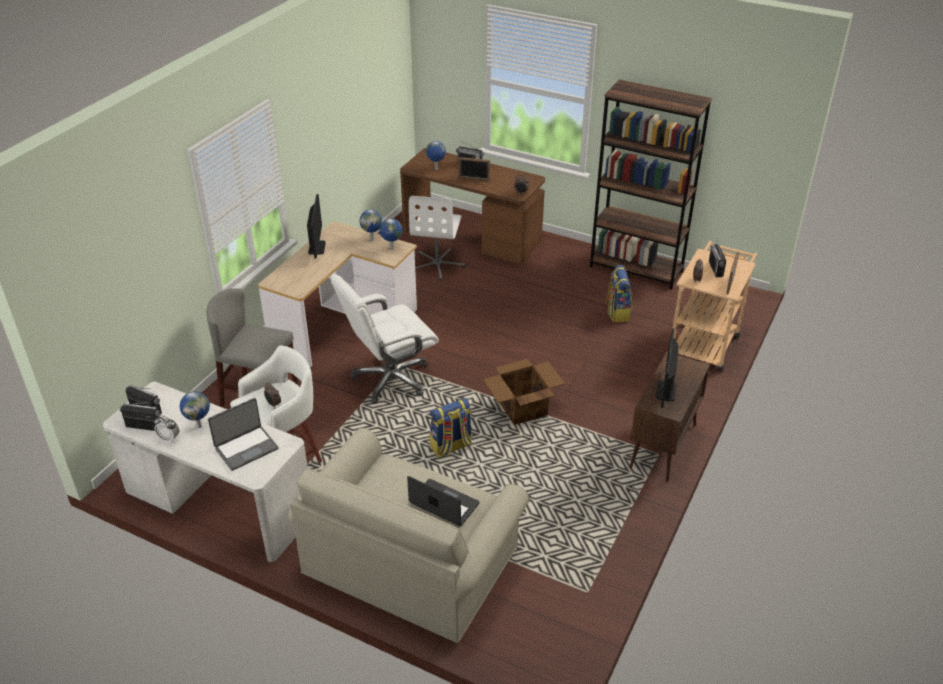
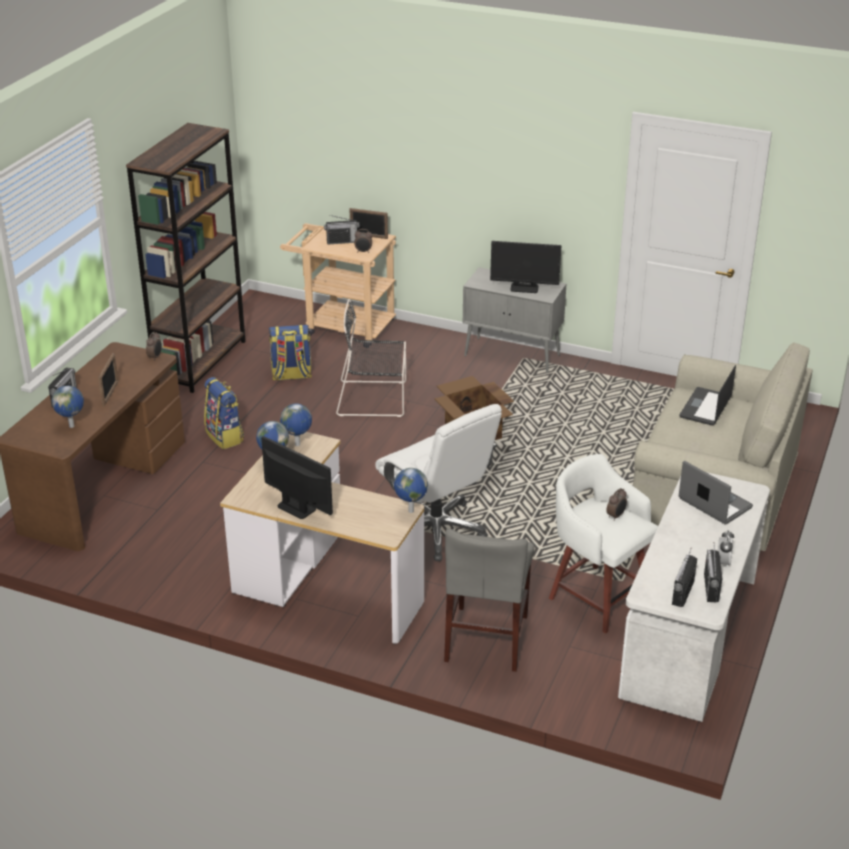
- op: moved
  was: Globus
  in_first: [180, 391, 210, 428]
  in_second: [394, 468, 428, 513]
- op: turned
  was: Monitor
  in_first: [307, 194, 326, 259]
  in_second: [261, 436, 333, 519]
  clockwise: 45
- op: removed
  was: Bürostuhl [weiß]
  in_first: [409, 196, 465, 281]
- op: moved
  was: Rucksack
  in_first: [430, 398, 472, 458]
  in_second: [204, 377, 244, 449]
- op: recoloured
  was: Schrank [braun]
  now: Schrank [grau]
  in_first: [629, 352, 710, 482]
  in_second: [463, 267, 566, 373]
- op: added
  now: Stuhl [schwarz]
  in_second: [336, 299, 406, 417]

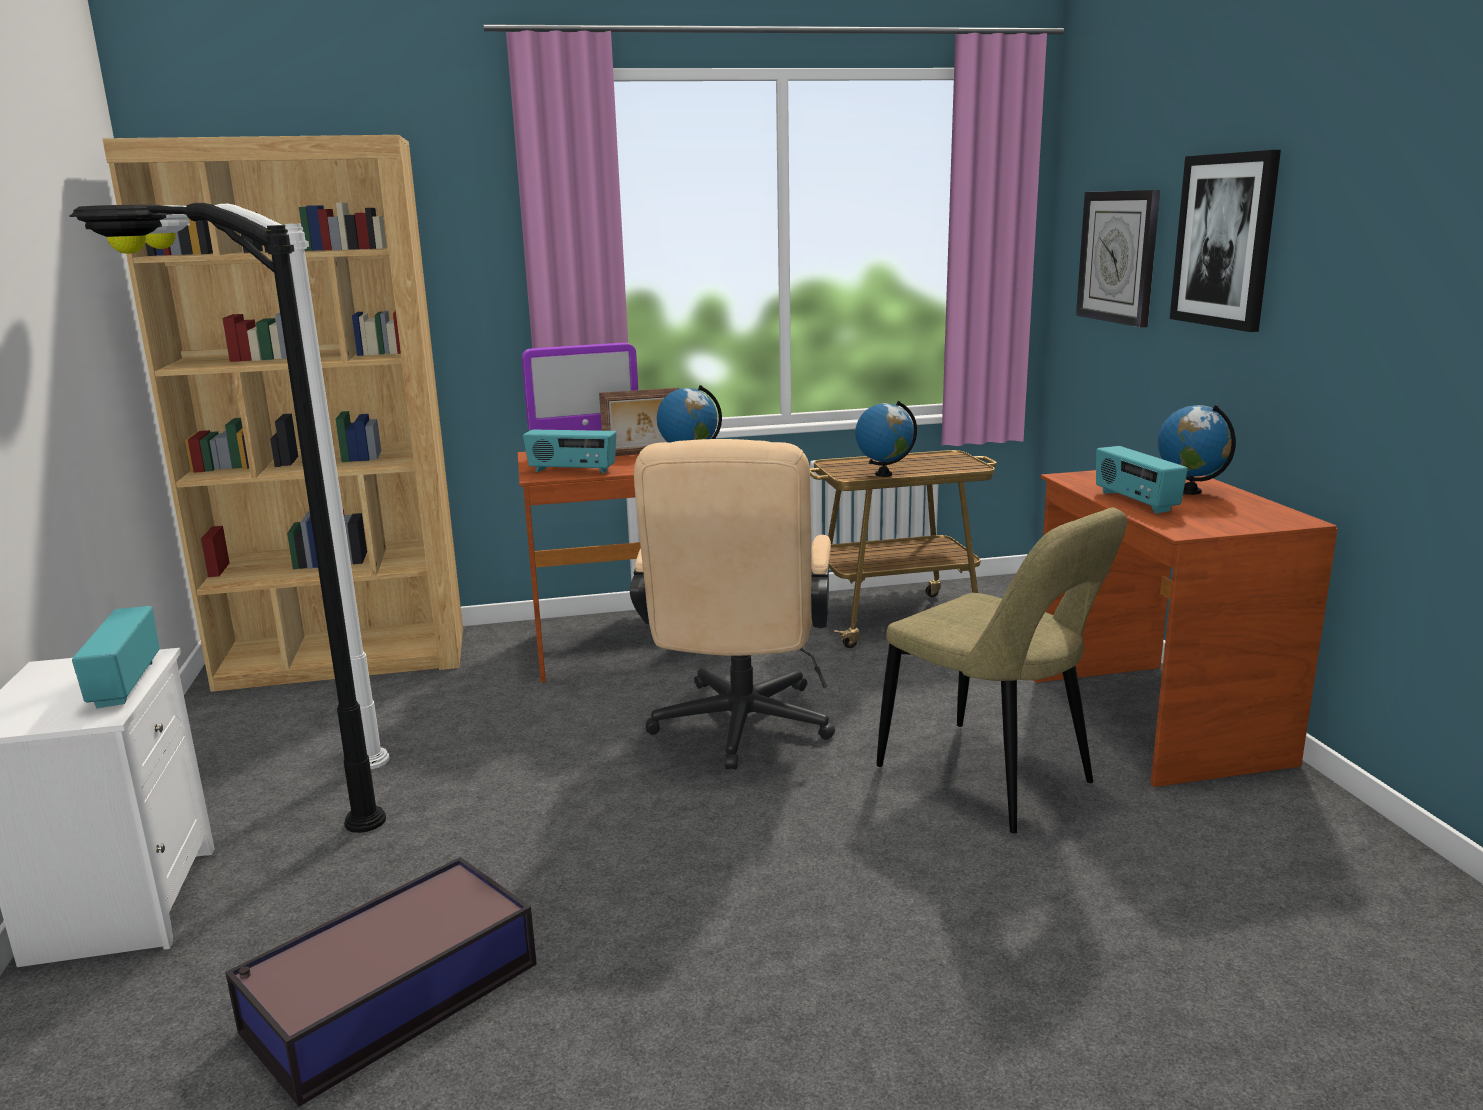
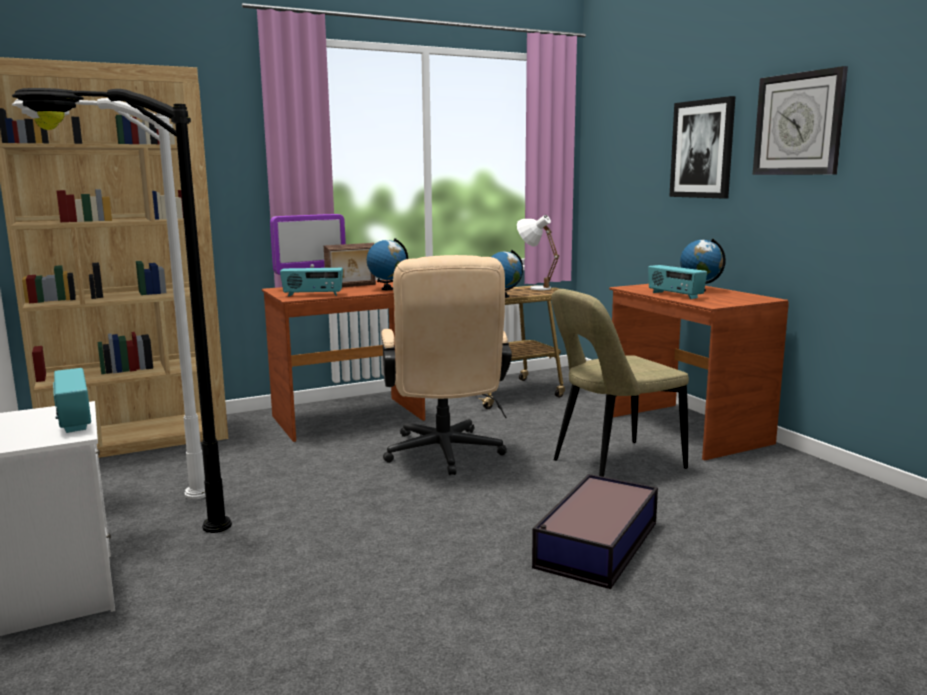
- op: moved
  was: Aufbewahrungsbox
  in_first: [225, 857, 537, 1107]
  in_second: [532, 474, 658, 589]
- op: turned
  was: Stuhl [beige]
  in_first: [876, 508, 1127, 834]
  in_second: [551, 289, 689, 477]
  clockwise: 120
- op: moved
  was: Wanduhr
  in_first: [1076, 190, 1160, 327]
  in_second: [753, 66, 848, 175]
- op: added
  now: Tischlampe [weiß]
  in_second: [517, 215, 559, 290]

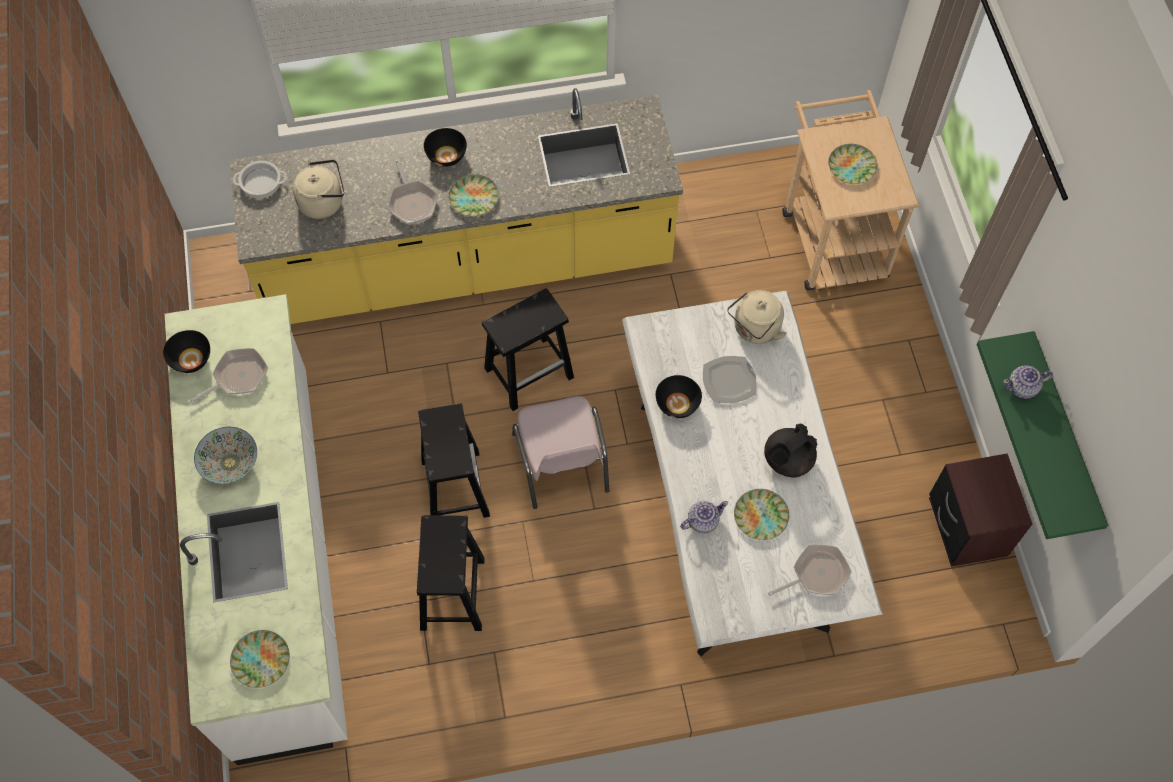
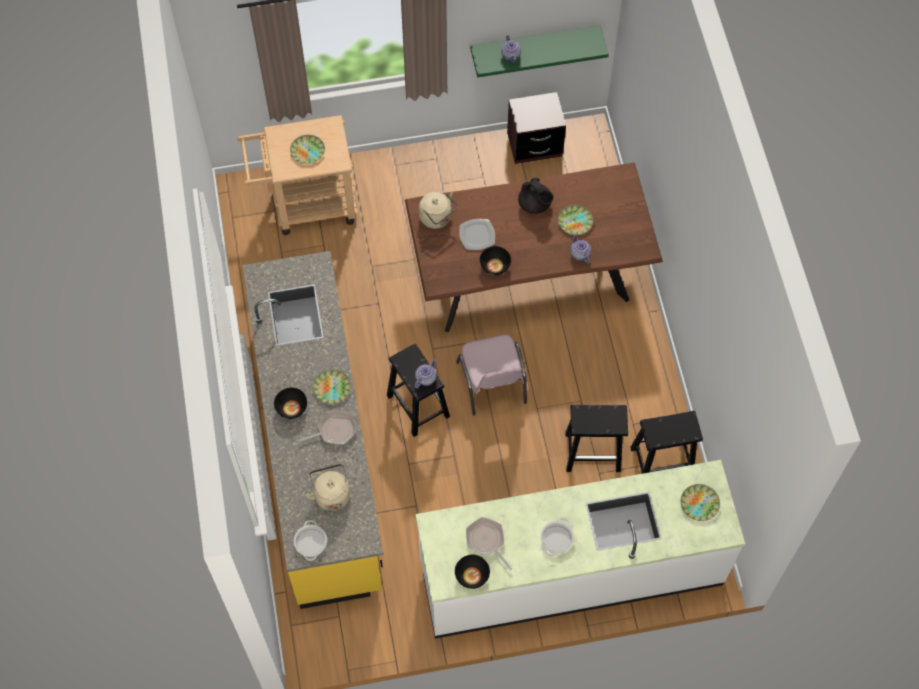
- op: replaced
  was: Schüssel
  now: Kochtopf
  in_first: [194, 427, 257, 484]
  in_second: [541, 518, 574, 557]
- op: moved
  was: Hocker [schwarz]
  in_first: [418, 403, 490, 518]
  in_second: [630, 411, 703, 474]
- op: turned
  was: Stuhl [rosa]
  in_first: [512, 396, 609, 509]
  in_second: [456, 335, 527, 415]
  clockwise: 90
- op: recoloured
  was: Esstisch [weiß]
  now: Esstisch [braun]
  in_first: [622, 291, 883, 657]
  in_second: [405, 162, 663, 332]
- op: removed
  was: Pfanne
  in_first: [768, 544, 852, 596]
- op: added
  now: Teekanne
  in_second: [414, 359, 437, 388]

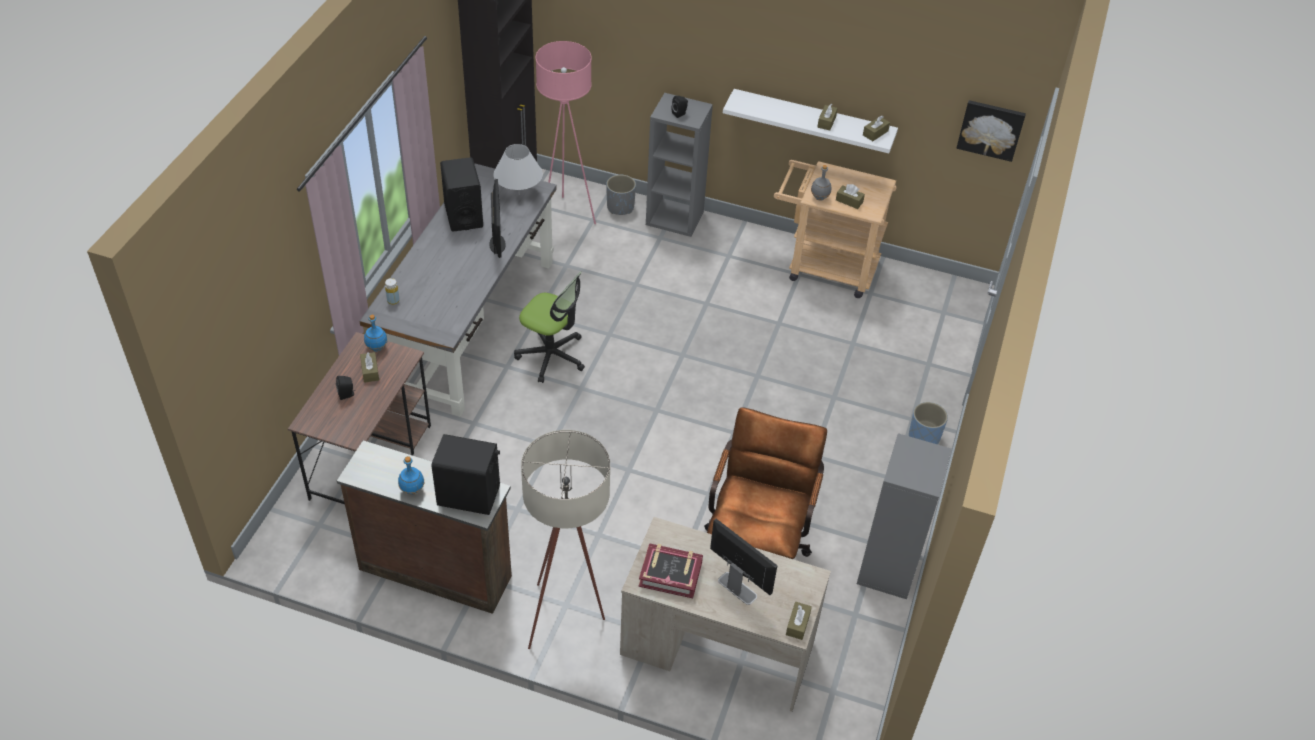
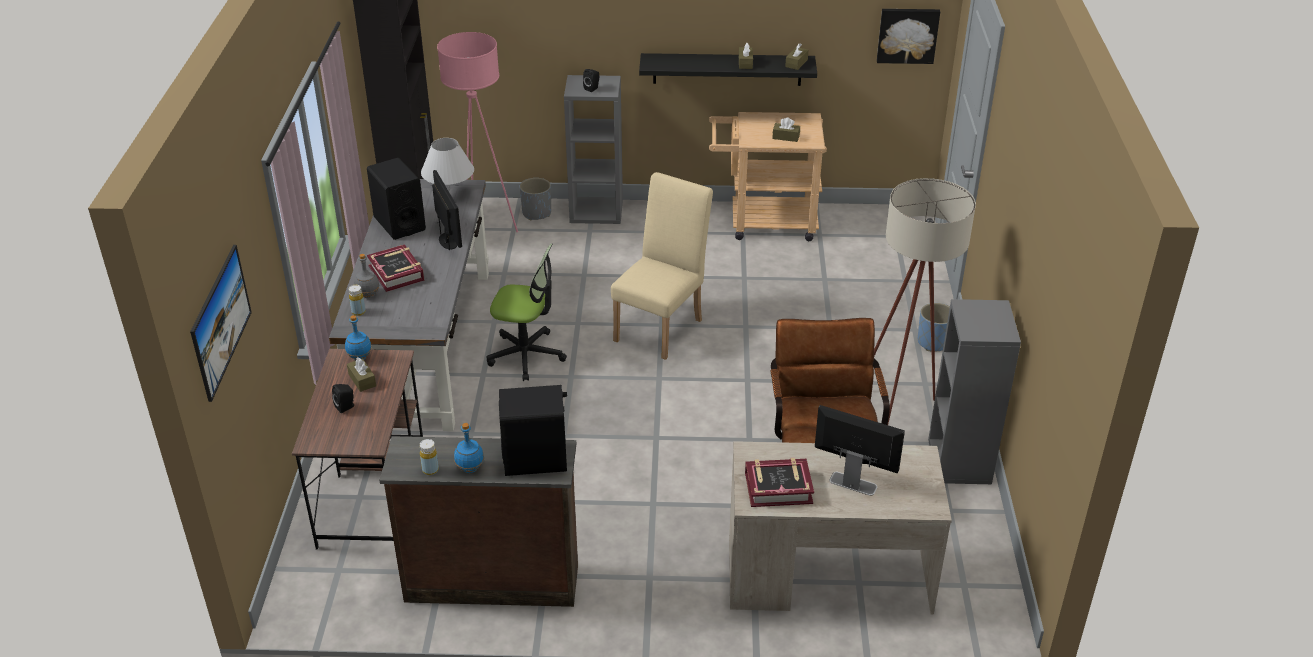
- op: moved
  was: Stehlampe [beige]
  in_first: [521, 430, 610, 649]
  in_second: [874, 178, 976, 425]
- op: recoloured
  was: Wandregal [weiß]
  now: Wandregal [schwarz]
  in_first: [723, 89, 898, 153]
  in_second: [639, 53, 817, 86]
- op: removed
  was: Taschentuchbox [braun]
  in_first: [786, 602, 812, 640]
- op: moved
  was: Flasche [grau]
  in_first: [811, 165, 832, 201]
  in_second: [354, 254, 379, 298]
- op: added
  now: Bild
  in_second: [190, 245, 252, 402]
- op: added
  now: Buch
  in_second: [367, 244, 424, 292]
- op: added
  now: Flasche [gelb]
  in_second: [420, 439, 439, 475]
- op: added
  now: Stuhl [beige]
  in_second: [611, 172, 713, 360]

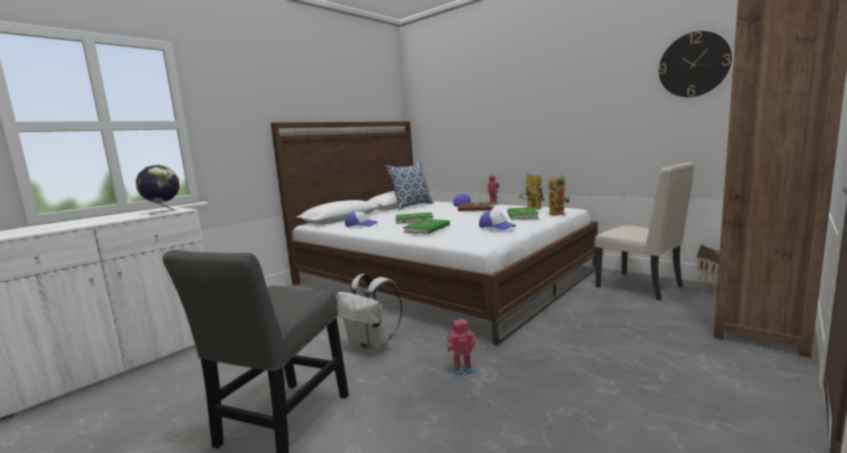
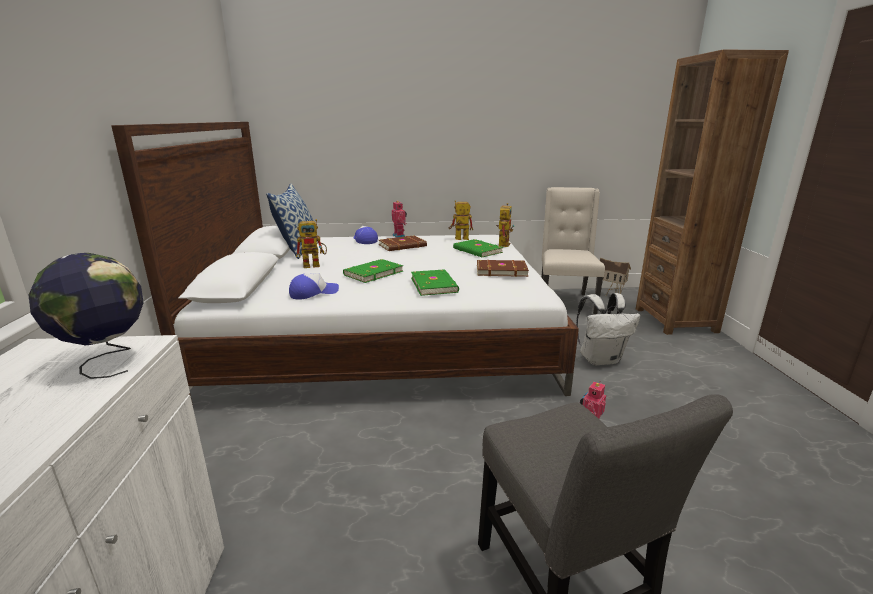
- op: moved
  was: Rucksack [weiß]
  in_first: [337, 274, 402, 354]
  in_second: [576, 293, 640, 366]
- op: replaced
  was: Kappe
  now: Buch [braun]
  in_first: [479, 211, 516, 230]
  in_second: [477, 260, 529, 277]
- op: turned
  was: Stuhl [beige]
  in_first: [594, 162, 695, 301]
  in_second: [541, 187, 605, 315]
  clockwise: -90
- op: removed
  was: Wanduhr
  in_first: [659, 31, 732, 97]
- op: added
  now: Spielzeugroboter
  in_second: [296, 219, 327, 268]

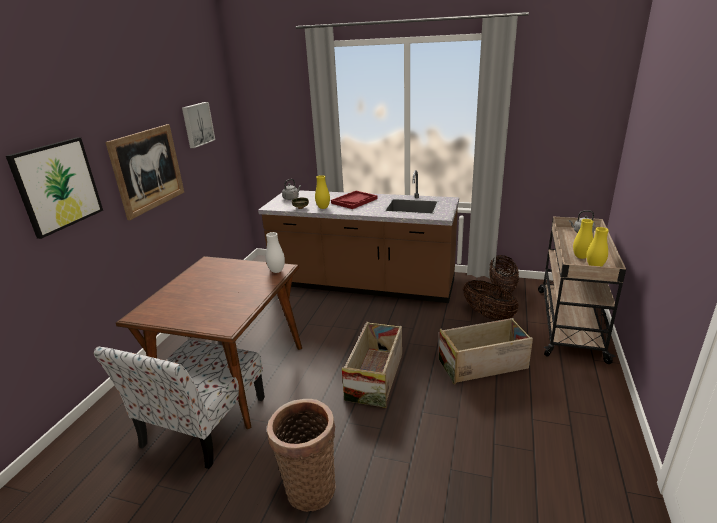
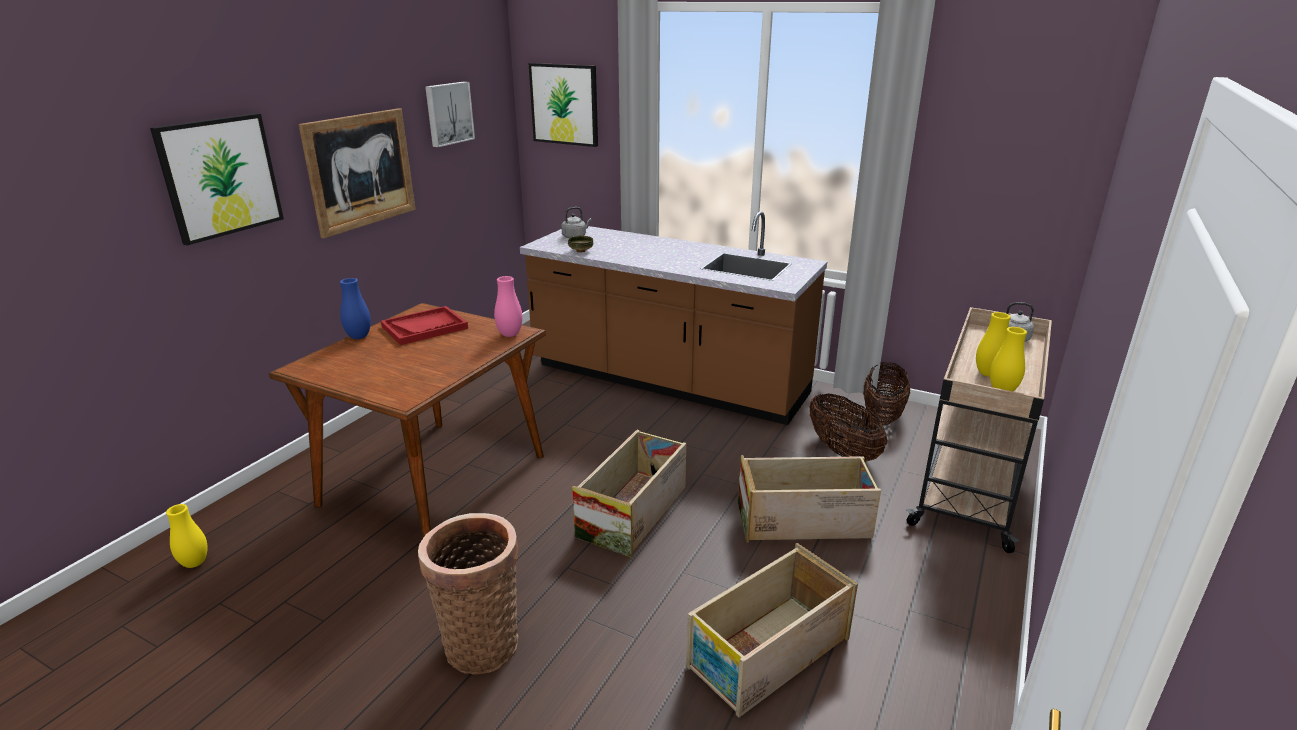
- op: removed
  was: Stuhl
  in_first: [94, 339, 265, 469]
- op: recoloured
  was: Vase [weiß]
  now: Vase [rosa]
  in_first: [266, 232, 285, 273]
  in_second: [494, 276, 523, 337]
- op: moved
  was: Vase [gelb]
  in_first: [315, 175, 330, 209]
  in_second: [166, 504, 208, 568]
- op: moved
  was: Tablett [rot]
  in_first: [331, 191, 378, 209]
  in_second: [381, 306, 468, 345]
- op: added
  now: Vase [blau]
  in_second: [340, 278, 371, 339]
- op: added
  now: Bild
  in_second: [529, 63, 598, 147]
- op: added
  now: Kiste
  in_second: [686, 543, 858, 717]

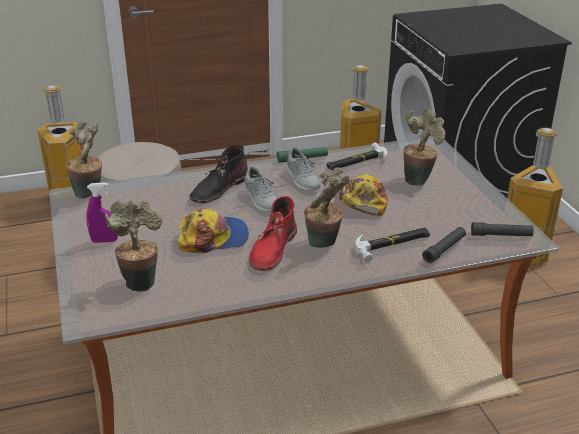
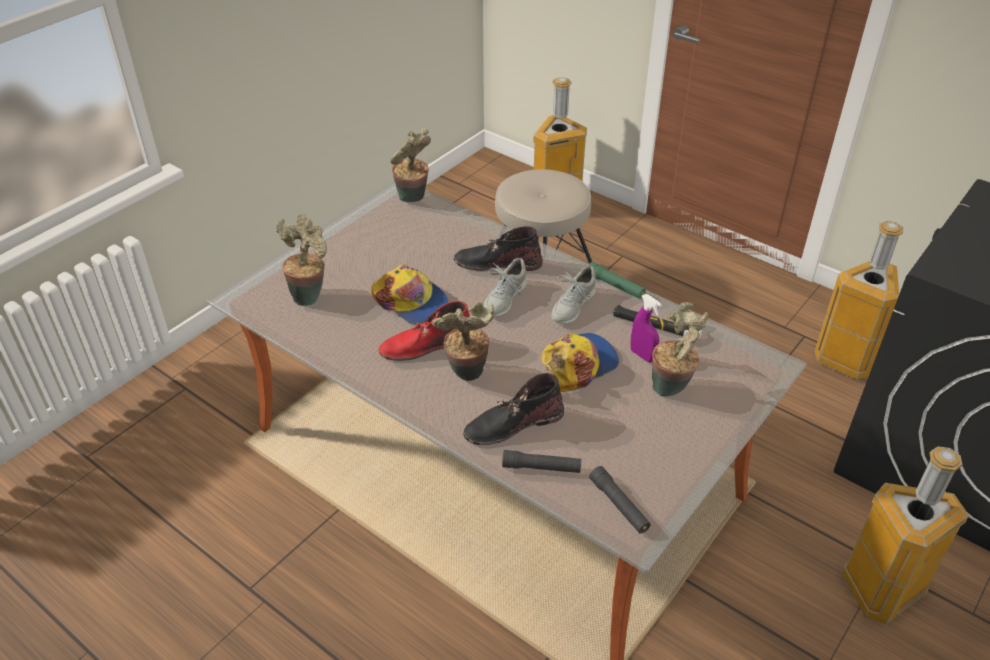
- op: moved
  was: Sprühflasche [lila]
  in_first: [86, 183, 118, 243]
  in_second: [630, 294, 662, 362]
- op: replaced
  was: Hammer
  now: Stiefel [schwarz]
  in_first: [355, 228, 430, 262]
  in_second: [463, 373, 564, 445]

